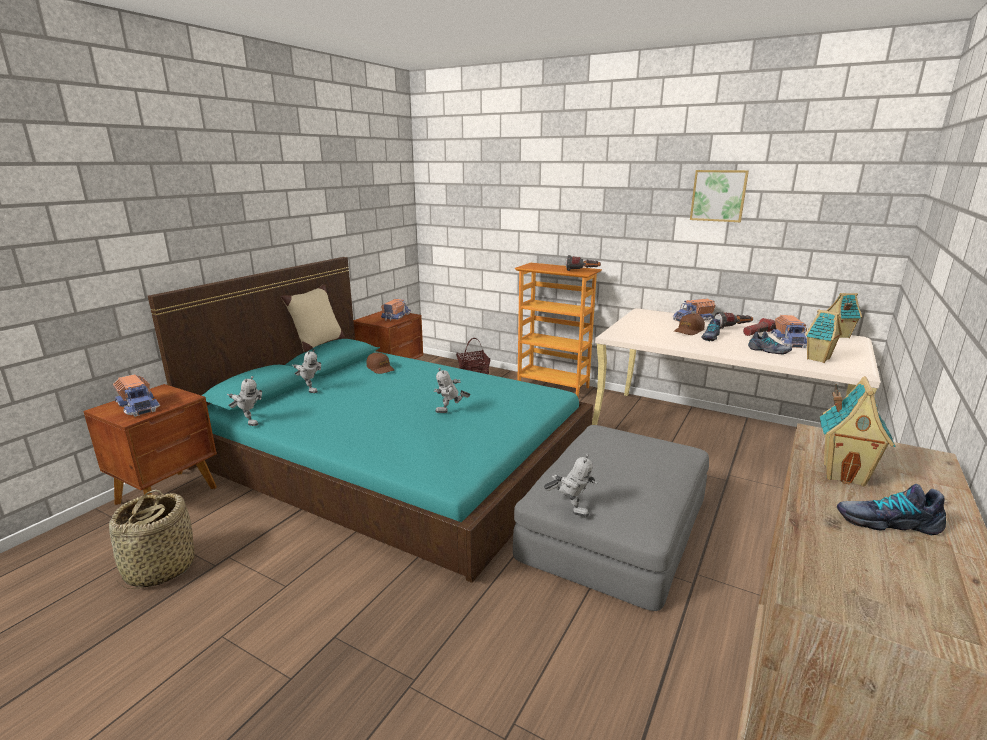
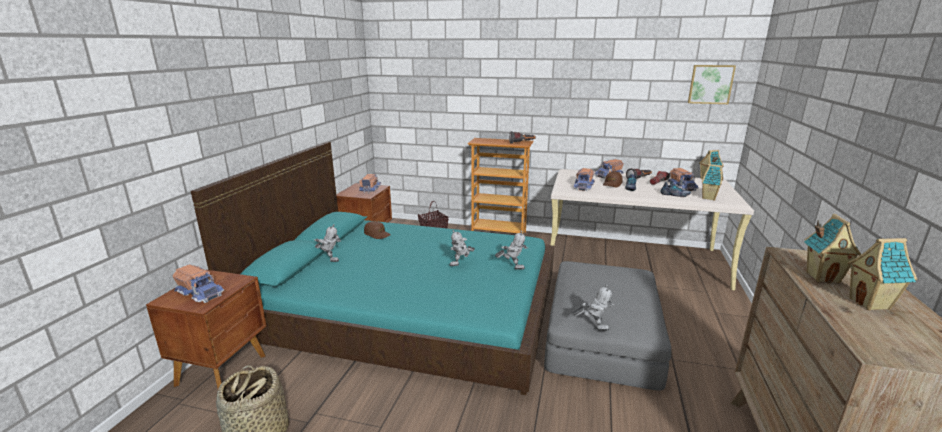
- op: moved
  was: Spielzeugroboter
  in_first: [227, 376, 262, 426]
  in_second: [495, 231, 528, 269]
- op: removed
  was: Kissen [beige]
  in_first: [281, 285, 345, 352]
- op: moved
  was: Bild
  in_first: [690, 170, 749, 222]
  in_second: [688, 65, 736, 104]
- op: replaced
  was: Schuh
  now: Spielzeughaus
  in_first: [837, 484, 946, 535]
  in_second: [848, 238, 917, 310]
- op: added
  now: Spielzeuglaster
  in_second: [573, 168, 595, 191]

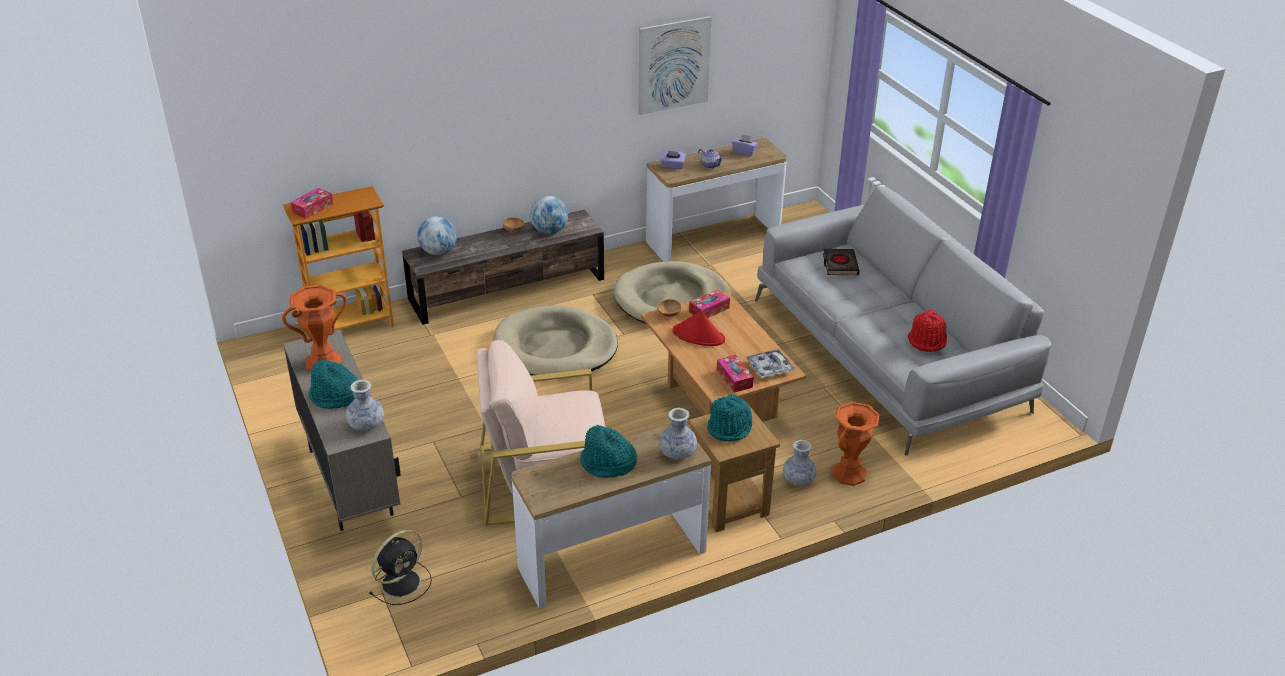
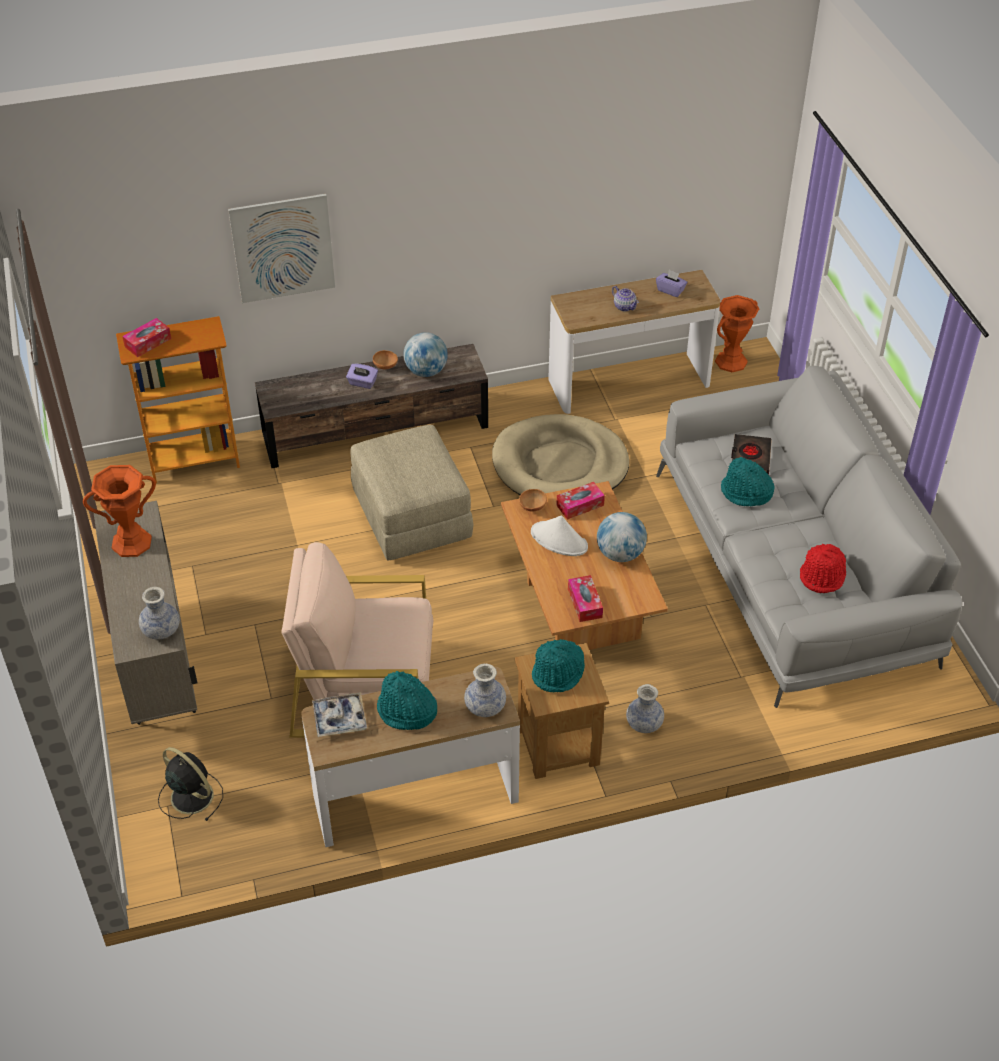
- op: moved
  was: Hut [türkis]
  in_first: [309, 359, 358, 409]
  in_second: [721, 457, 774, 507]
- op: turned
  was: Ventilator [schwarz]
  in_first: [369, 530, 432, 605]
  in_second: [158, 747, 223, 821]
  clockwise: -105
- op: moved
  was: Globus
  in_first: [417, 216, 457, 255]
  in_second: [597, 512, 647, 562]
- op: replaced
  was: Hundebett [beige]
  now: Polsterhocker [beige]
  in_first: [494, 306, 618, 376]
  in_second: [350, 425, 473, 561]
- op: moved
  was: Bild
  in_first: [638, 16, 712, 115]
  in_second: [228, 194, 335, 303]
- op: moved
  was: Taschentuchbox [lila]
  in_first: [661, 150, 686, 169]
  in_second: [346, 364, 378, 389]
- op: recoloured
  was: Hut [rot]
  now: Hut [weiß]
  in_first: [673, 311, 725, 346]
  in_second: [531, 515, 588, 556]
- op: moved
  was: Tablett
  in_first: [746, 349, 795, 378]
  in_second: [312, 692, 367, 737]
- op: moved
  was: Vase [orange]
  in_first: [832, 402, 880, 486]
  in_second: [715, 295, 760, 372]

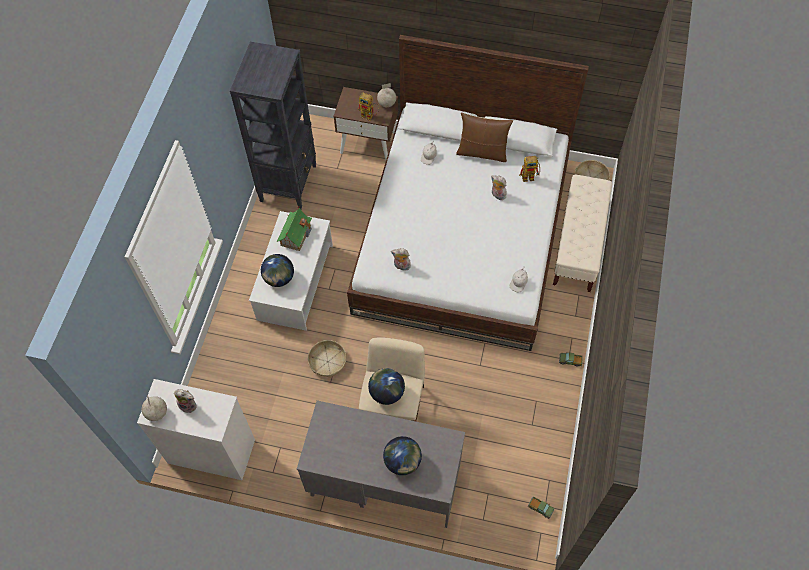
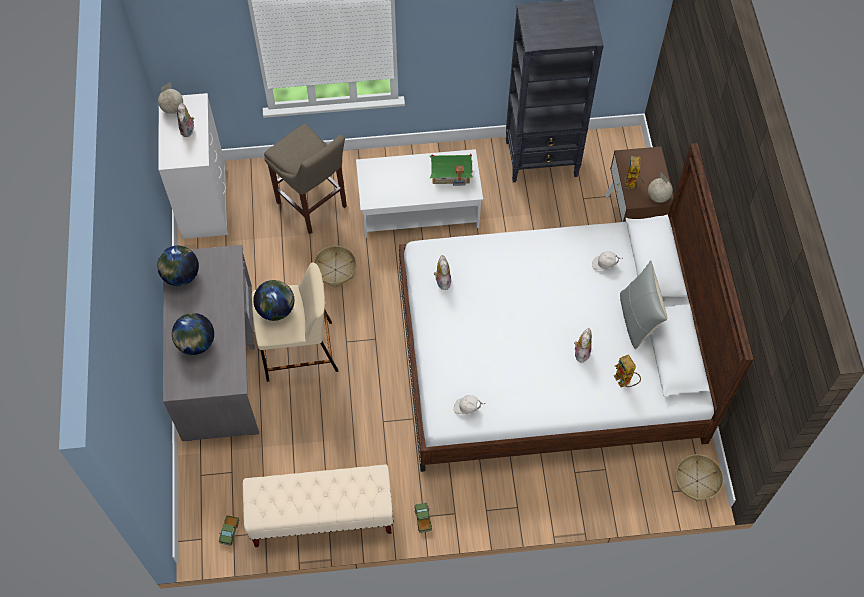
- op: moved
  was: Globus
  in_first: [261, 254, 294, 287]
  in_second: [157, 246, 199, 286]
- op: recoloured
  was: Kissen [braun]
  now: Kissen [grau]
  in_first: [456, 113, 513, 162]
  in_second: [620, 261, 668, 349]
- op: moved
  was: Bank [beige]
  in_first: [553, 175, 612, 292]
  in_second: [243, 464, 394, 547]
- op: added
  now: Hocker [beige]
  in_second: [264, 124, 347, 234]

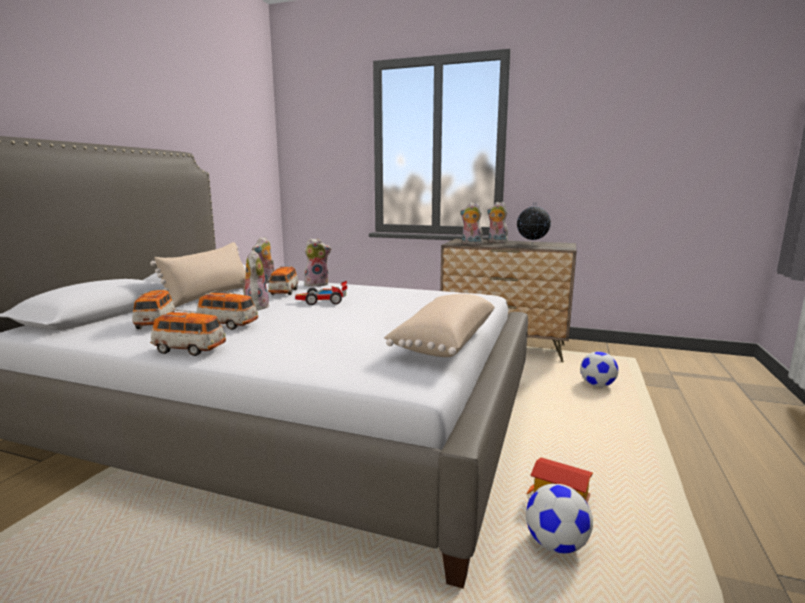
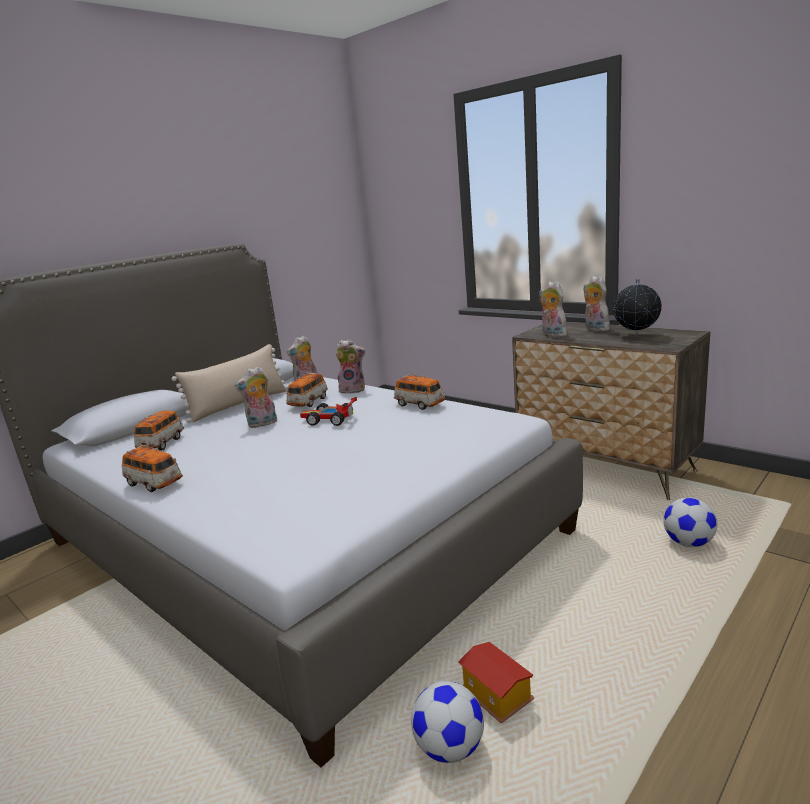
- op: moved
  was: Spielzeugauto
  in_first: [197, 291, 258, 330]
  in_second: [394, 374, 445, 410]
- op: turned
  was: Plüschtier
  in_first: [240, 250, 269, 310]
  in_second: [235, 366, 277, 428]
  clockwise: -135
- op: removed
  was: Kissen [beige]
  in_first: [384, 294, 495, 357]

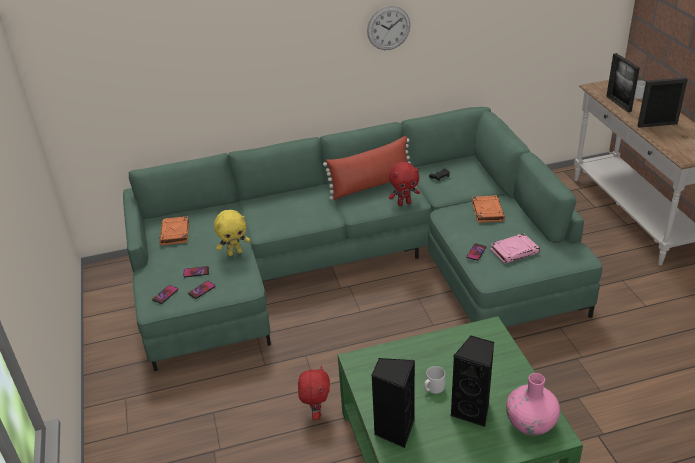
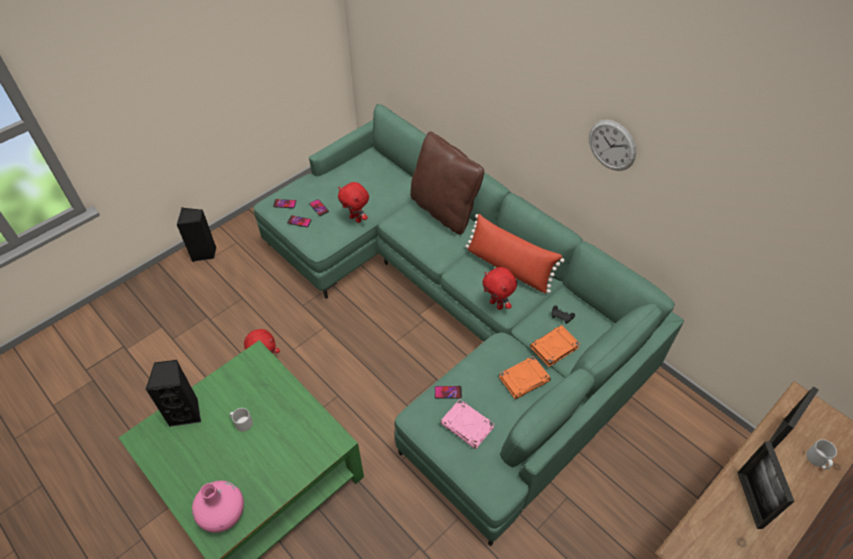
- op: moved
  was: Buch [orange]
  in_first: [160, 216, 189, 245]
  in_second: [530, 325, 580, 367]
- op: recoloured
  was: Plüschtier [gelb]
  now: Plüschtier [rot]
  in_first: [214, 210, 250, 256]
  in_second: [338, 182, 369, 223]
- op: moved
  was: Lautsprecher [schwarz]
  in_first: [451, 335, 494, 427]
  in_second: [177, 207, 217, 262]
- op: turned
  was: Bilderrahmen
  in_first: [638, 77, 688, 128]
  in_second: [737, 441, 795, 529]
  clockwise: -150
- op: added
  now: Kissen [braun]
  in_second: [410, 131, 484, 235]

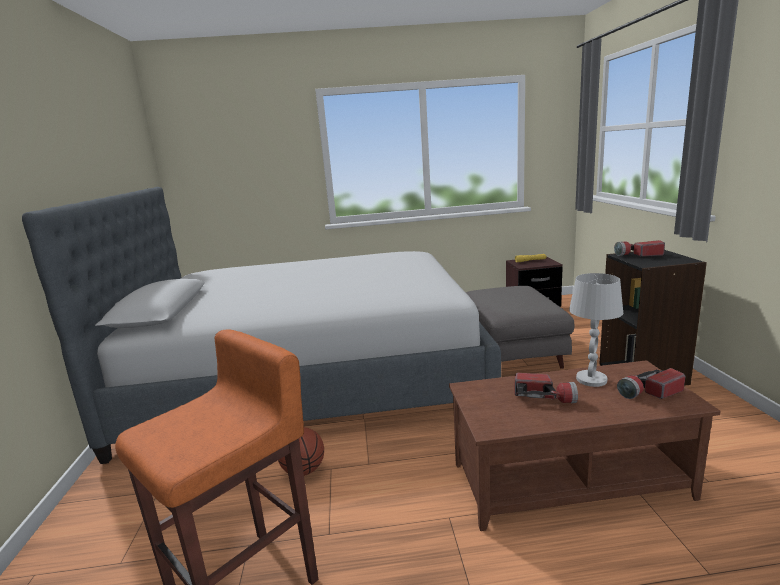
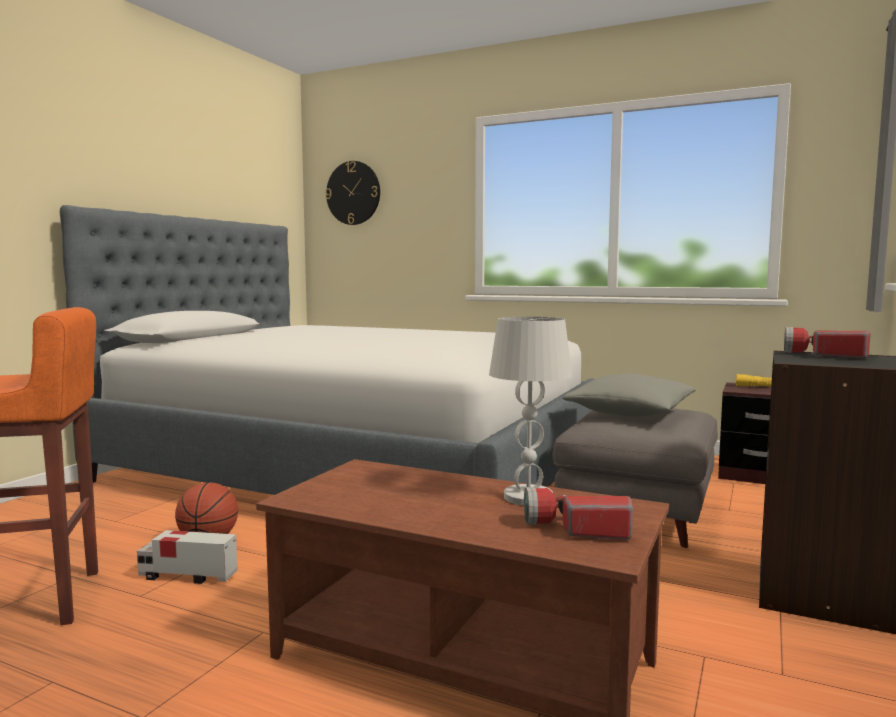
- op: removed
  was: Taschenlampe
  in_first: [515, 373, 578, 403]
- op: added
  now: Spielzeuglaster
  in_second: [137, 530, 238, 584]
- op: added
  now: Wanduhr
  in_second: [325, 161, 380, 225]
- op: added
  now: Kissen [grau]
  in_second: [562, 373, 696, 417]

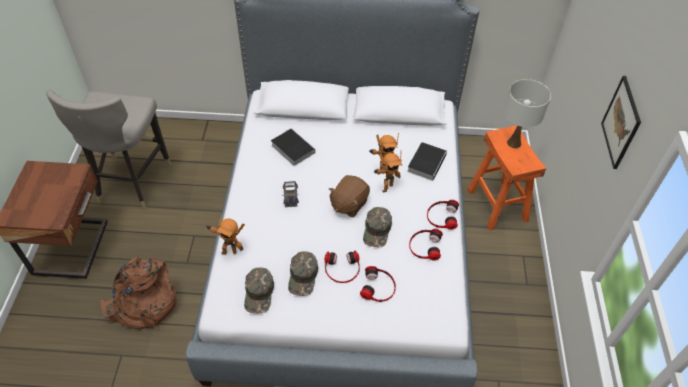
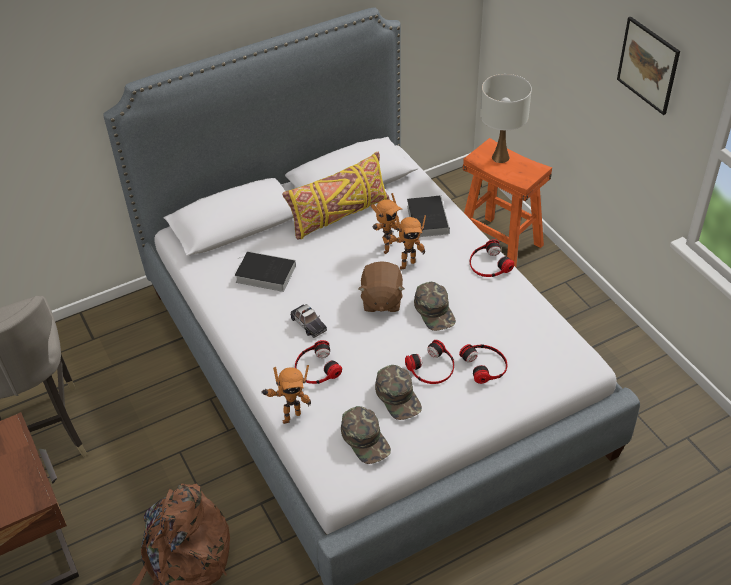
- op: turned
  was: Spielzeugroboter
  in_first: [374, 150, 402, 193]
  in_second: [385, 215, 426, 270]
  clockwise: 45
- op: moved
  was: Kopfhörer
  in_first: [409, 229, 443, 260]
  in_second: [295, 340, 342, 384]
- op: added
  now: Kissen [gelb]
  in_second: [282, 152, 389, 240]

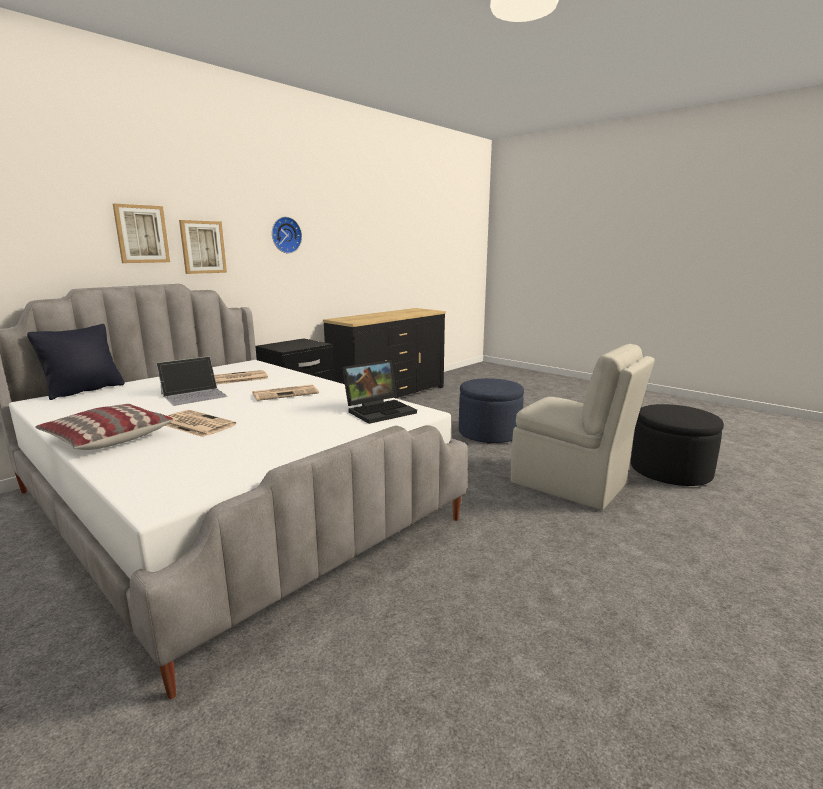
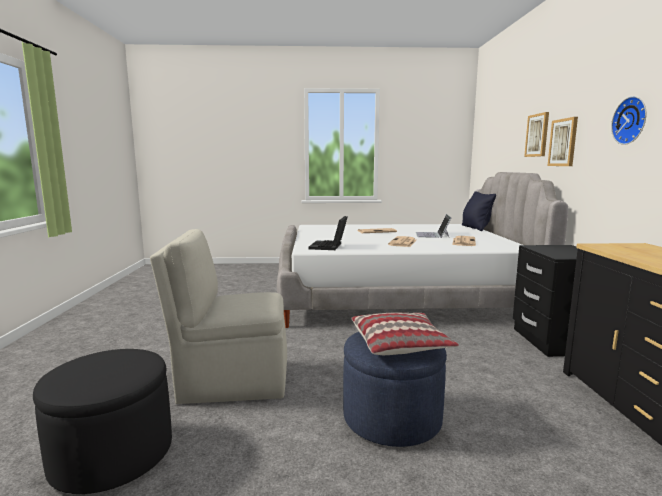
- op: moved
  was: Kissen
  in_first: [35, 404, 174, 450]
  in_second: [351, 312, 459, 355]

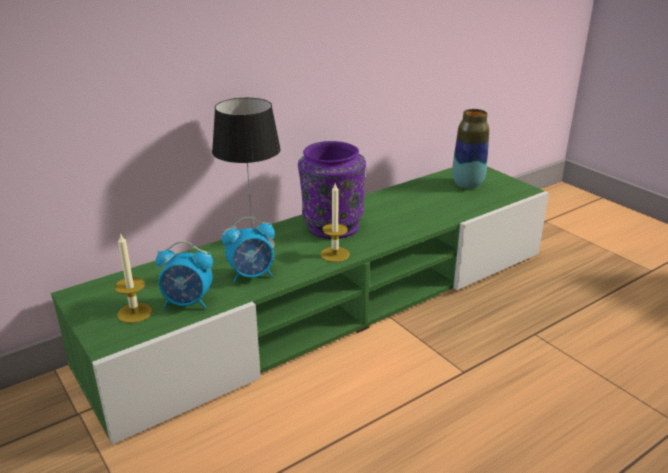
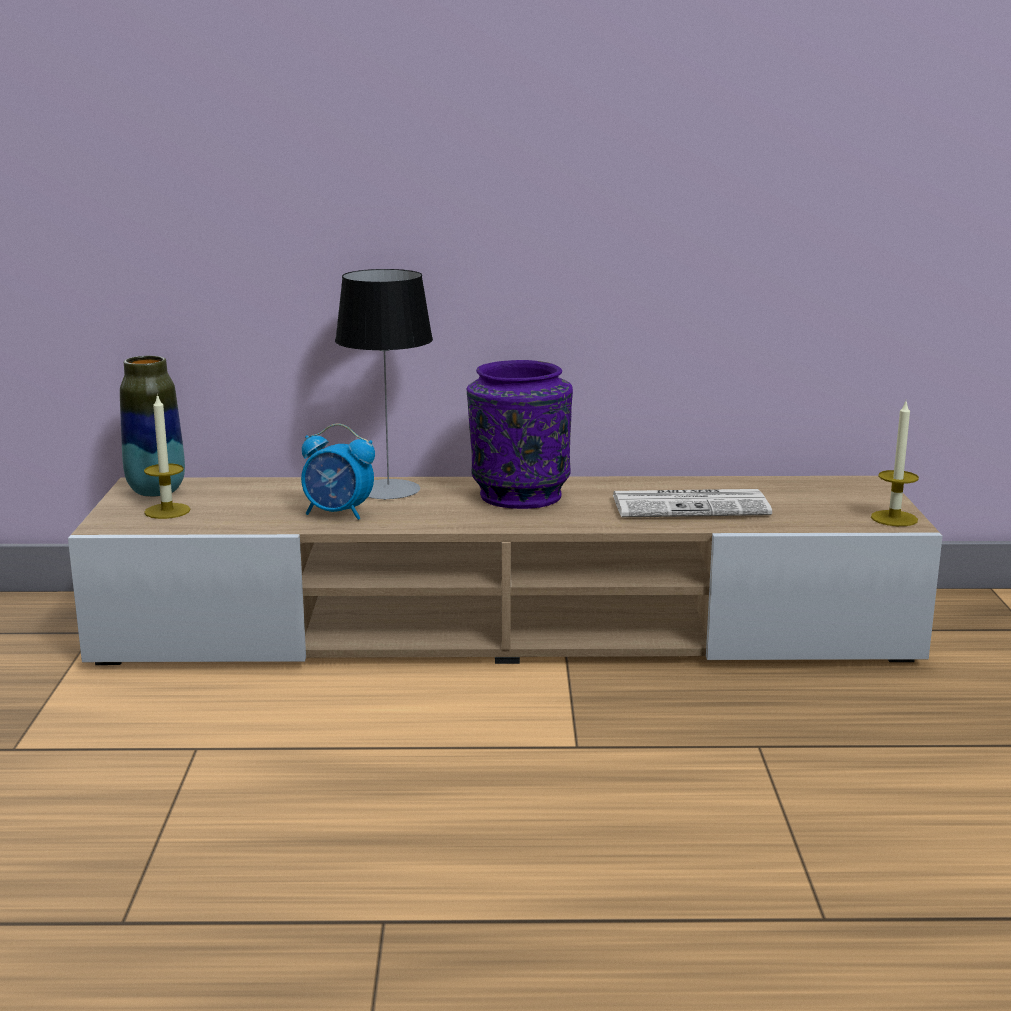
- op: recoloured
  was: Fernsehschrank [grün]
  now: Fernsehschrank [beige]
  in_first: [51, 166, 549, 445]
  in_second: [68, 476, 942, 665]
- op: removed
  was: Wecker
  in_first: [156, 241, 213, 309]
- op: moved
  was: Kerze
  in_first: [320, 184, 350, 262]
  in_second: [871, 402, 919, 526]
- op: moved
  was: Vase
  in_first: [452, 109, 489, 189]
  in_second: [120, 356, 185, 497]
- op: added
  now: Zeitung
  in_second: [613, 489, 772, 517]

